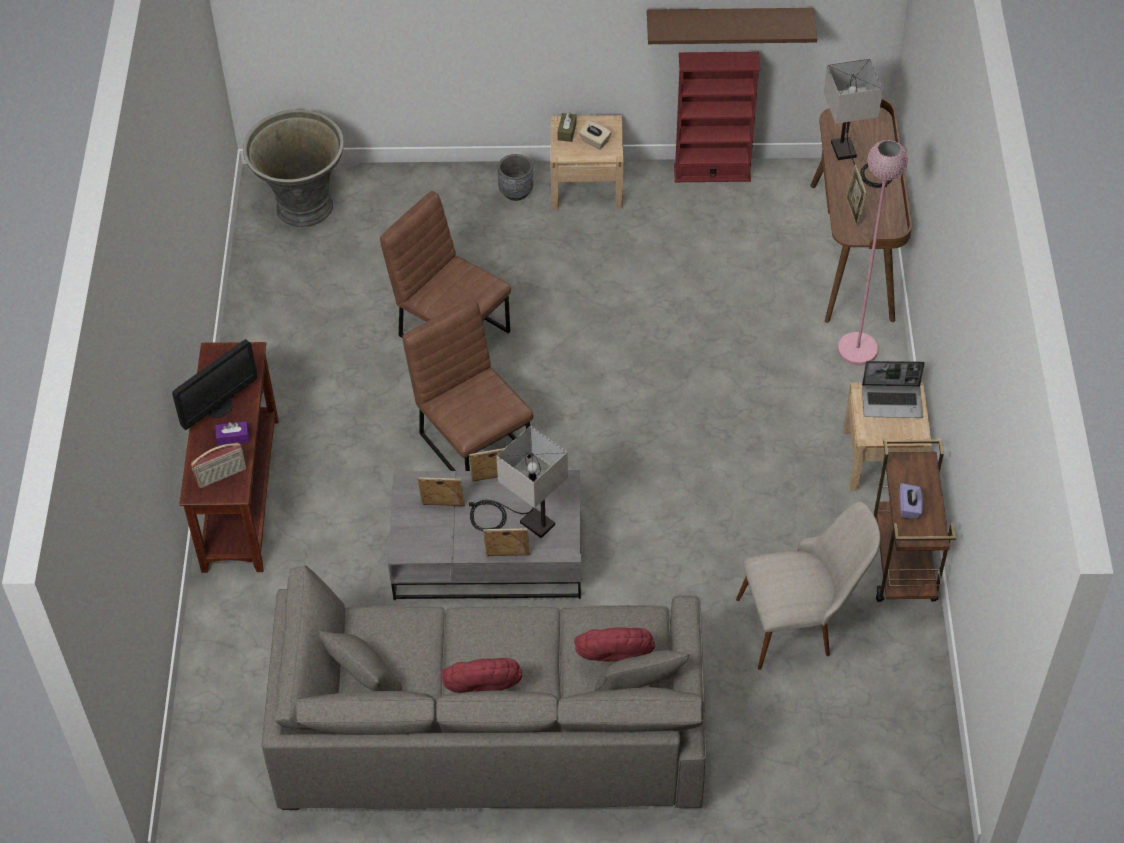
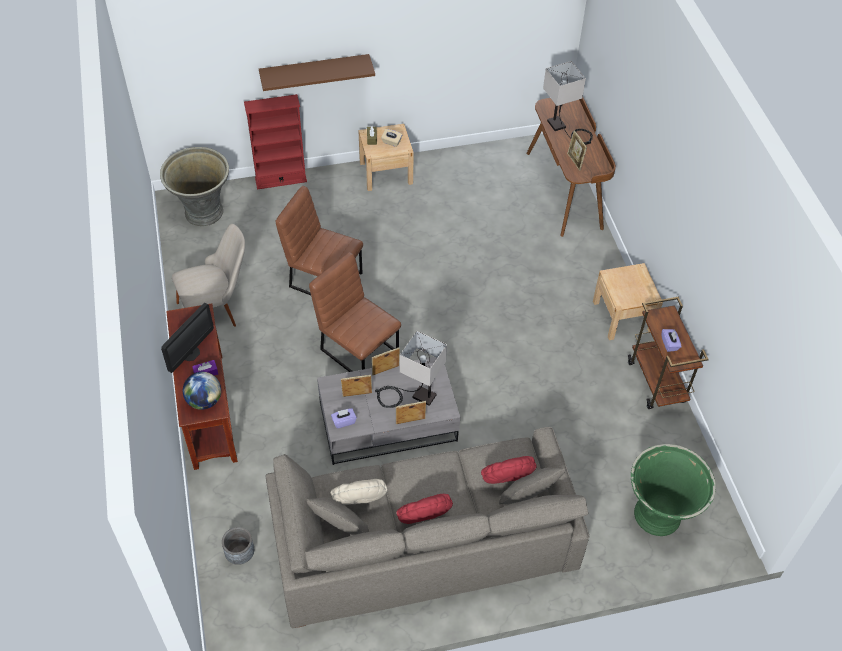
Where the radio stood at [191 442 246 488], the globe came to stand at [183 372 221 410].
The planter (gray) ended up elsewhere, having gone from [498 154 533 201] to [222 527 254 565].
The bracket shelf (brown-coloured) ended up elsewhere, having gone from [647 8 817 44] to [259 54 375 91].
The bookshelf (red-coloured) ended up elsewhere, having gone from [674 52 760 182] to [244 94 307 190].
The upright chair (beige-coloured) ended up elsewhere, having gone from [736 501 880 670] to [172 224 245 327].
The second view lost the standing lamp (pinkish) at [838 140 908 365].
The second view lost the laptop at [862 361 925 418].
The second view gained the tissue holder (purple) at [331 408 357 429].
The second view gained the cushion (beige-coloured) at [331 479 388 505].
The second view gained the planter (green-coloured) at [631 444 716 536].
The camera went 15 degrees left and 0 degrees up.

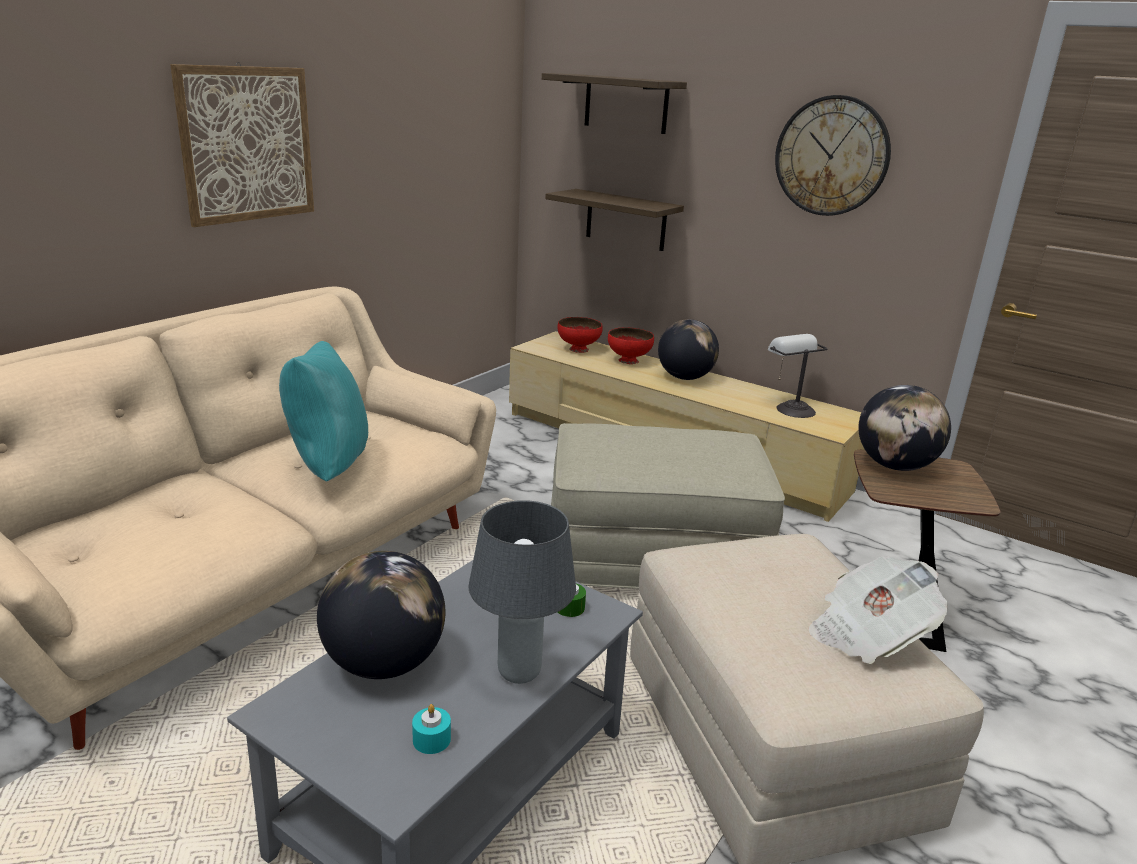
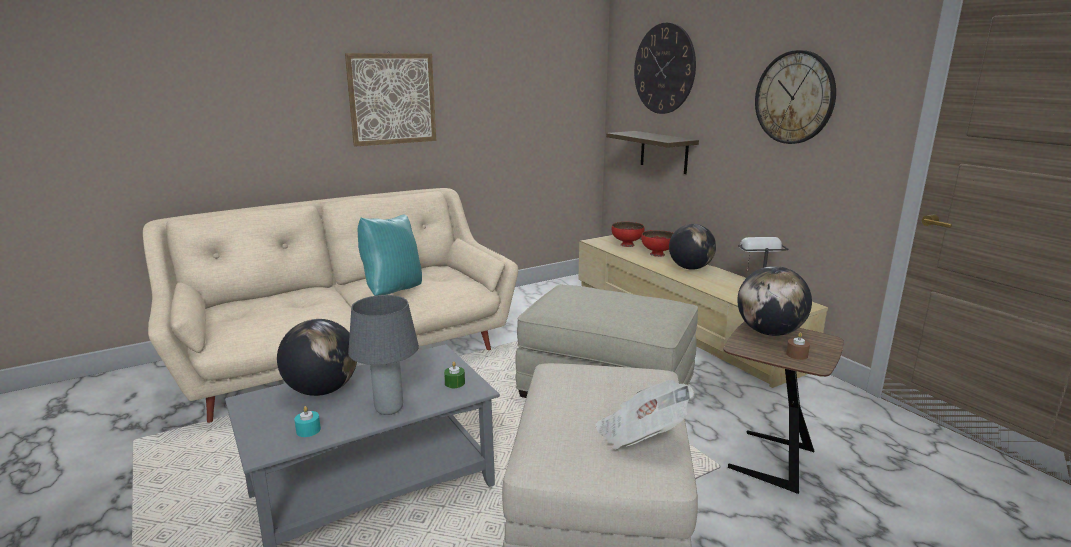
Where the bracket shelf hung at [542 73 687 134], the hanging clock came to hang at [634 23 696 114].
The second view gained the wax candle (brown-coloured) at [786 332 810 360].
The camera went 25 degrees right and 5 degrees down.

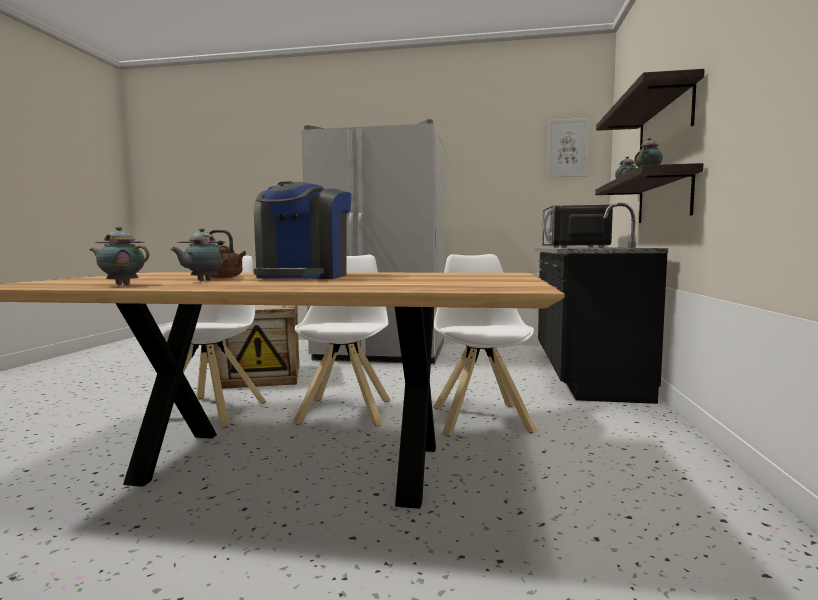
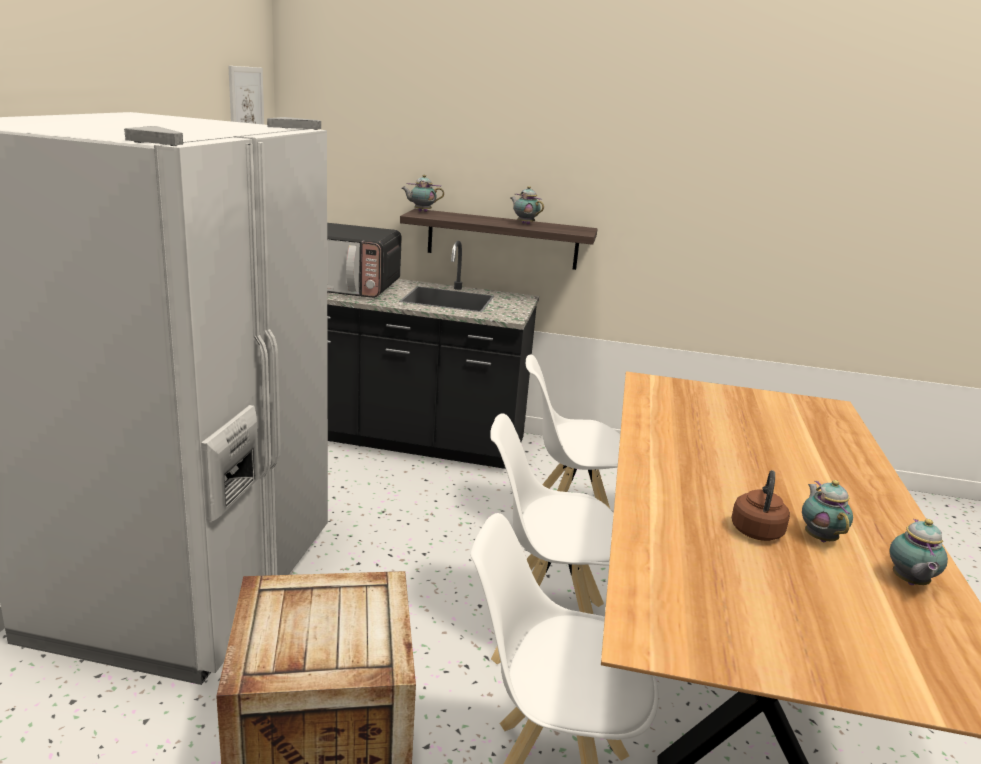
The teapot at [170 228 231 281] ended up facing another way, 135 degrees counterclockwise from before.
The second view lost the coffee brewer at [254 181 351 279].
The second view lost the bracket shelf at [596 69 705 149].
The camera went 90 degrees left and 15 degrees up.

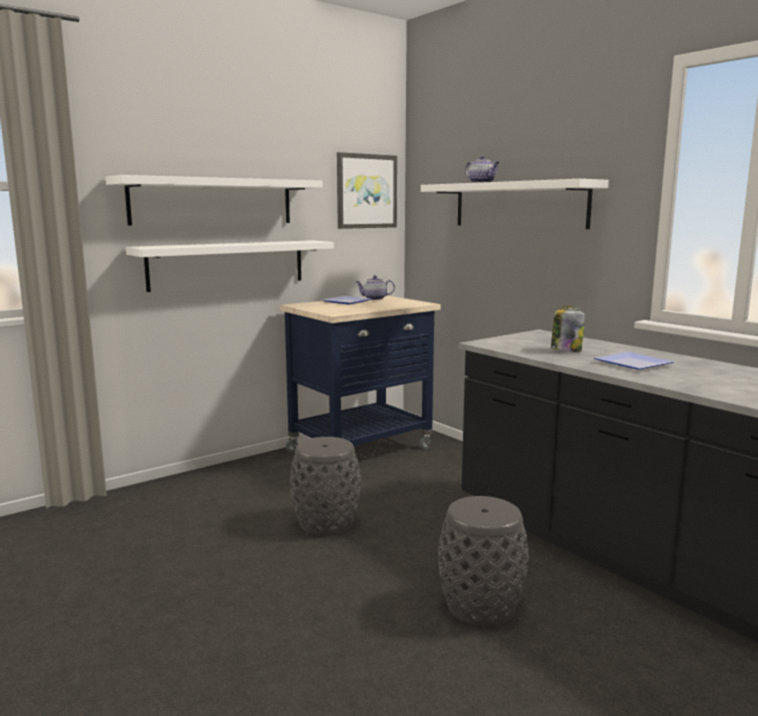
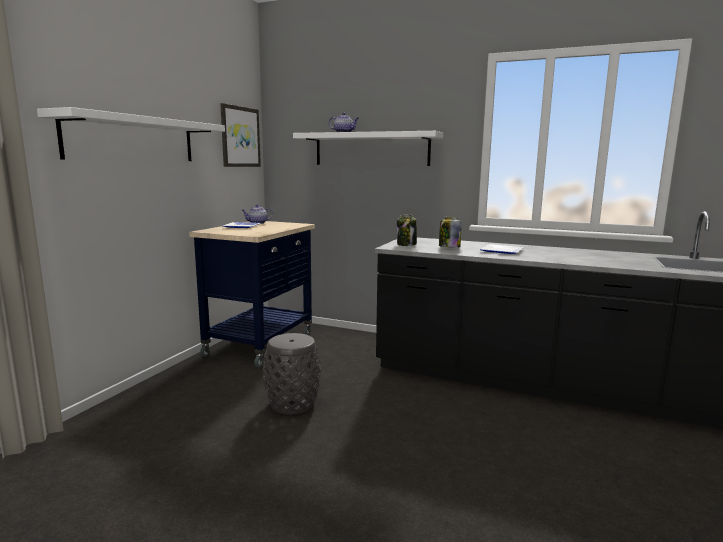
The second view lost the bracket shelf (white-coloured) at [126 240 334 292].
The second view lost the sitting stool (gray) at [438 496 529 626].
The second view gained the preserve jar at [397 214 417 246].
The camera went 30 degrees left and 0 degrees up.

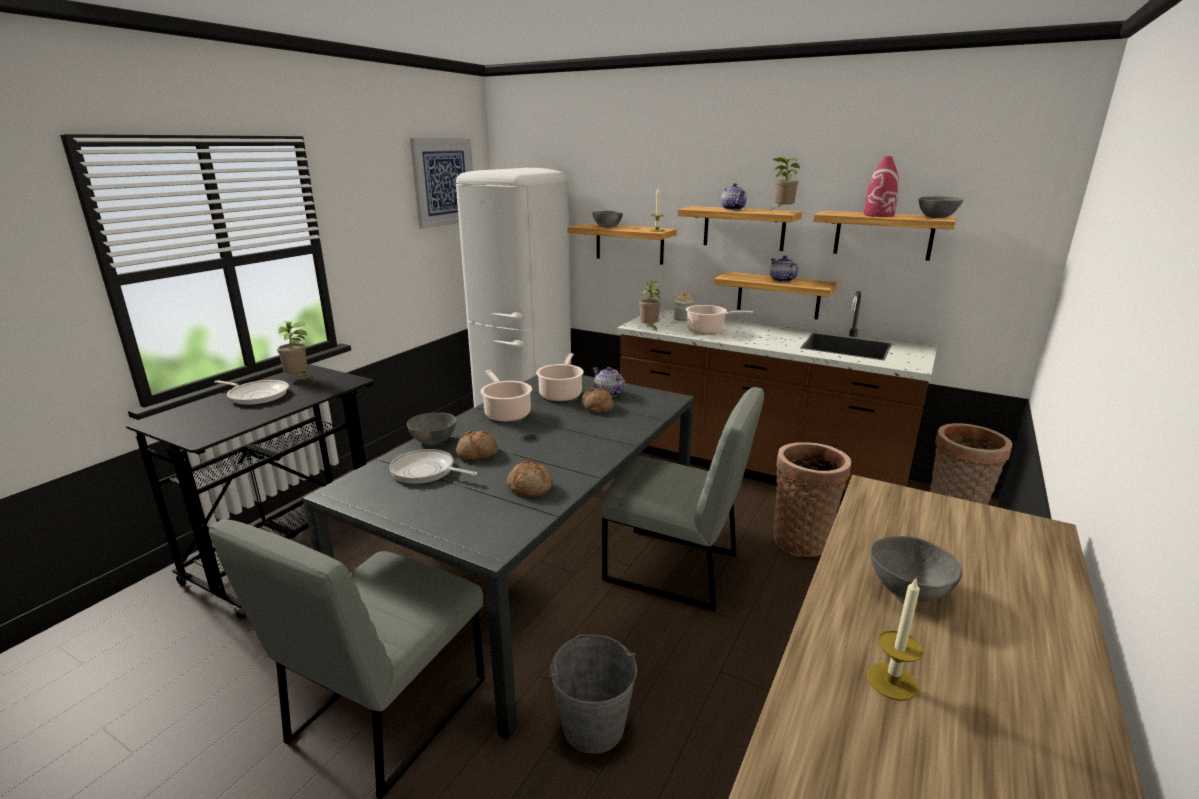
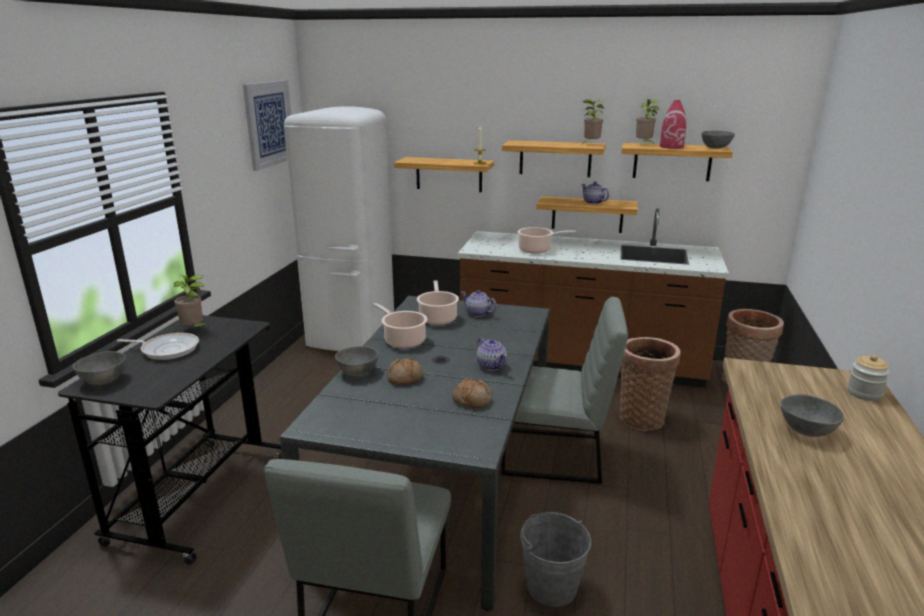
The second view lost the frying pan at [389 449 477 484].
The second view lost the baked bread at [581 387 614 413].
The deep dish (gray) ended up elsewhere, having gone from [592 211 623 228] to [72 351 126 385].
The houseplant ended up elsewhere, having gone from [639 280 660 331] to [636 99 660 144].
The preserve jar ended up elsewhere, having gone from [674 292 695 321] to [847 355 890 401].
The teapot ended up elsewhere, having gone from [721 183 747 210] to [476 338 507 371].
The second view lost the wax candle at [867 577 923 701].
The camera went 15 degrees left and 0 degrees up.

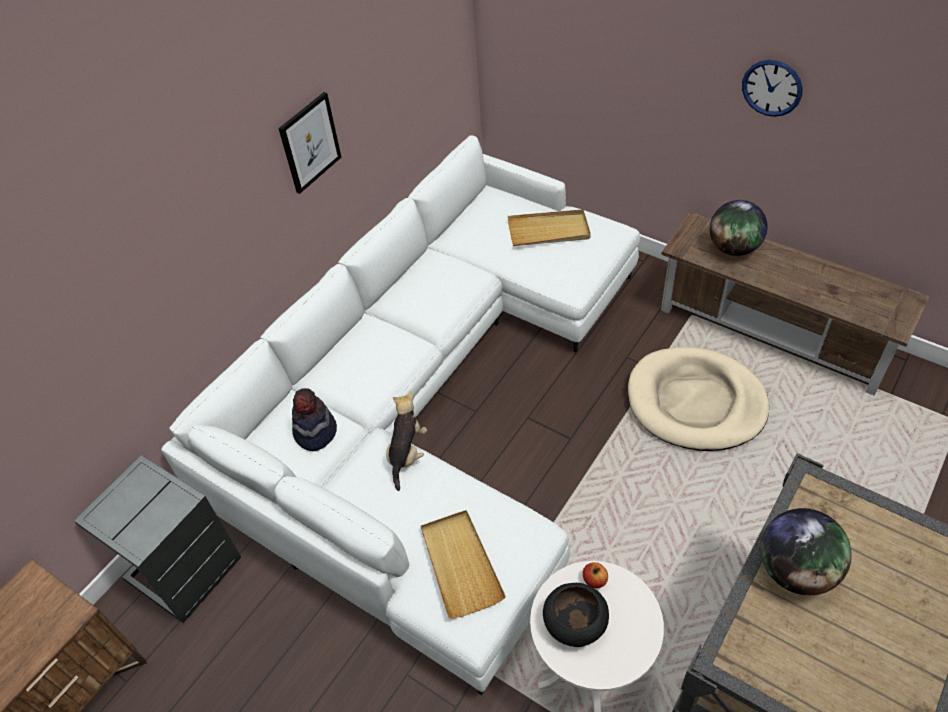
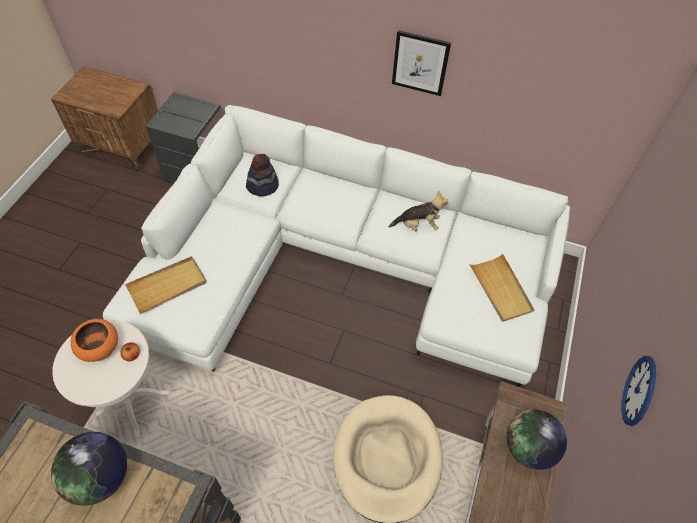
The cuddly toy ended up elsewhere, having gone from [386 391 427 491] to [389 191 448 231].
What was the deep dish (black-coloured) at [543 583 609 647] turned into the deep dish (orange-coloured) at [70 319 118 362].
The camera went 70 degrees right and 5 degrees up.

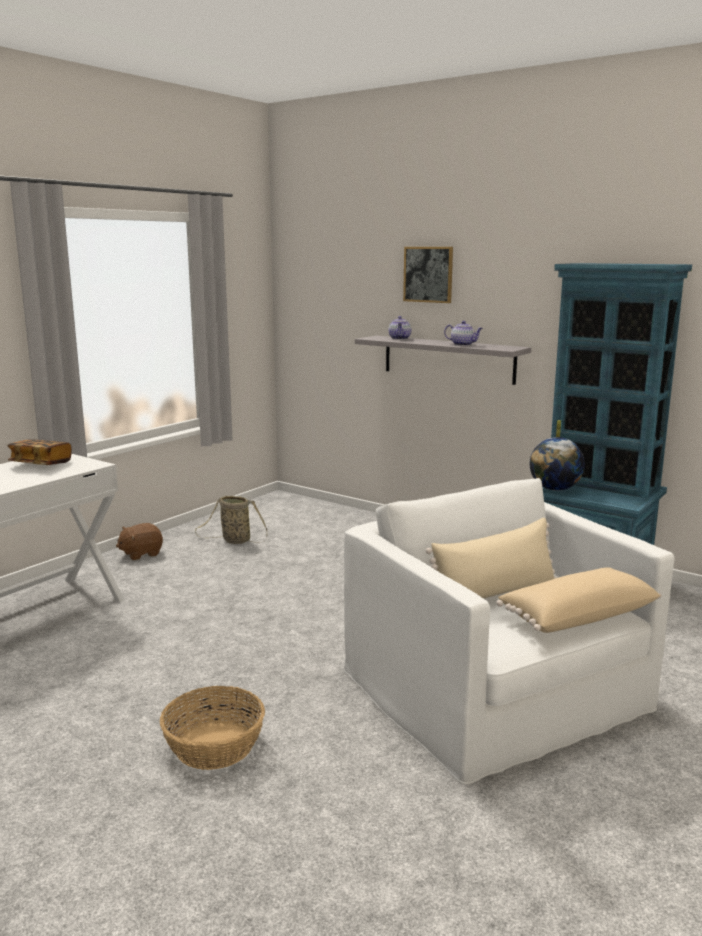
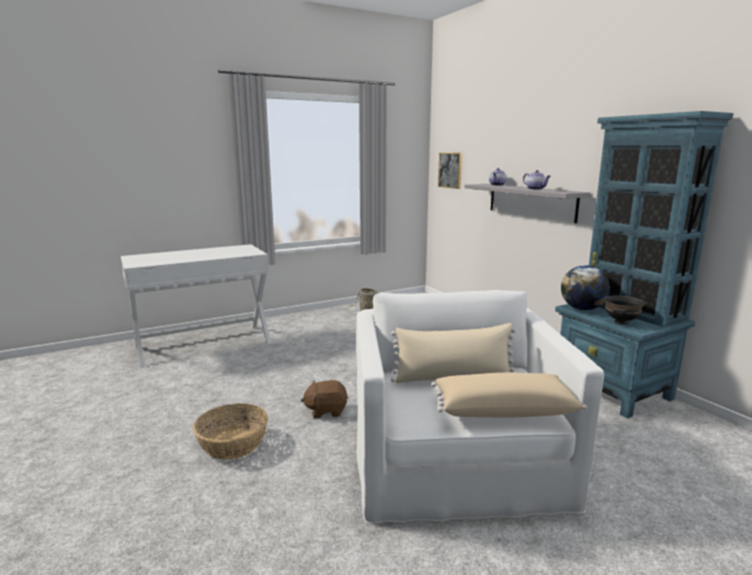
The second view lost the book at [7 439 72 465].
The cuddly toy (brown-coloured) ended up elsewhere, having gone from [116 523 163 560] to [301 380 348 418].
The picture ended up elsewhere, having gone from [403 247 453 303] to [438 153 462 189].
The second view gained the deep dish (black-coloured) at [604 296 645 325].
The camera went 25 degrees right and 0 degrees up.

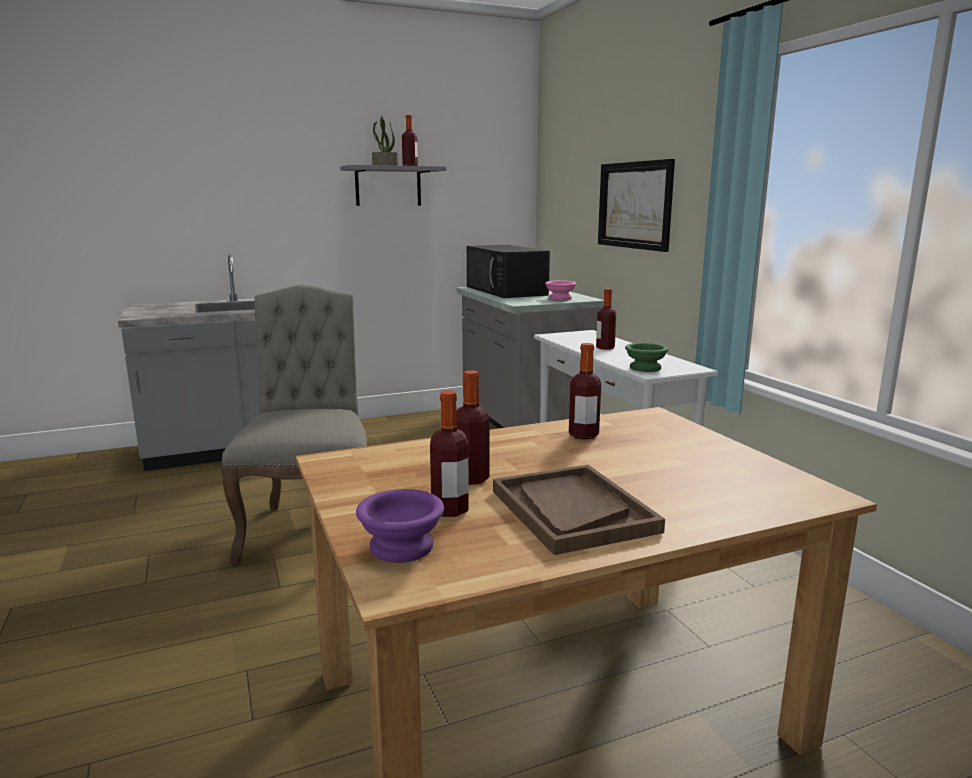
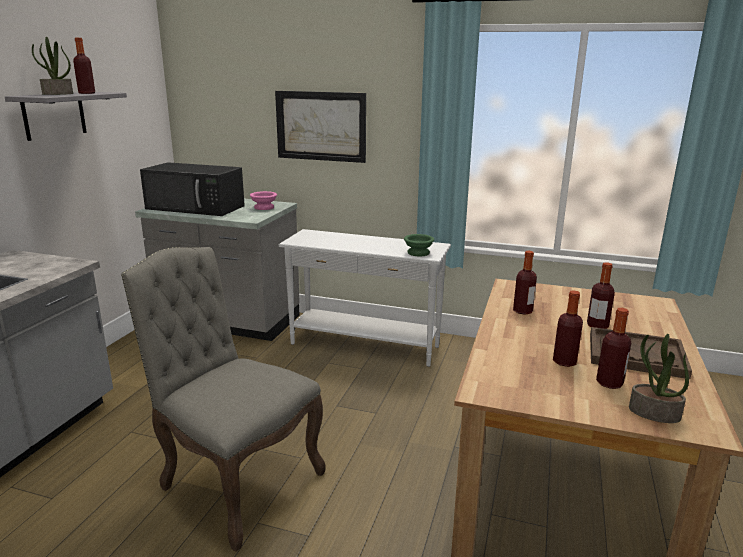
Where the deep dish (purple) stood at [356 489 444 563], the houseplant came to stand at [629 334 689 423].
The beverage bottle ended up elsewhere, having gone from [596 289 617 350] to [587 262 615 329].
The camera went 50 degrees left and 5 degrees up.

